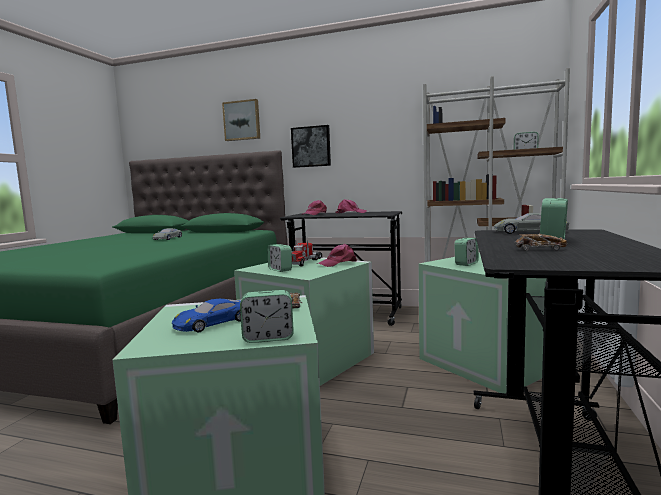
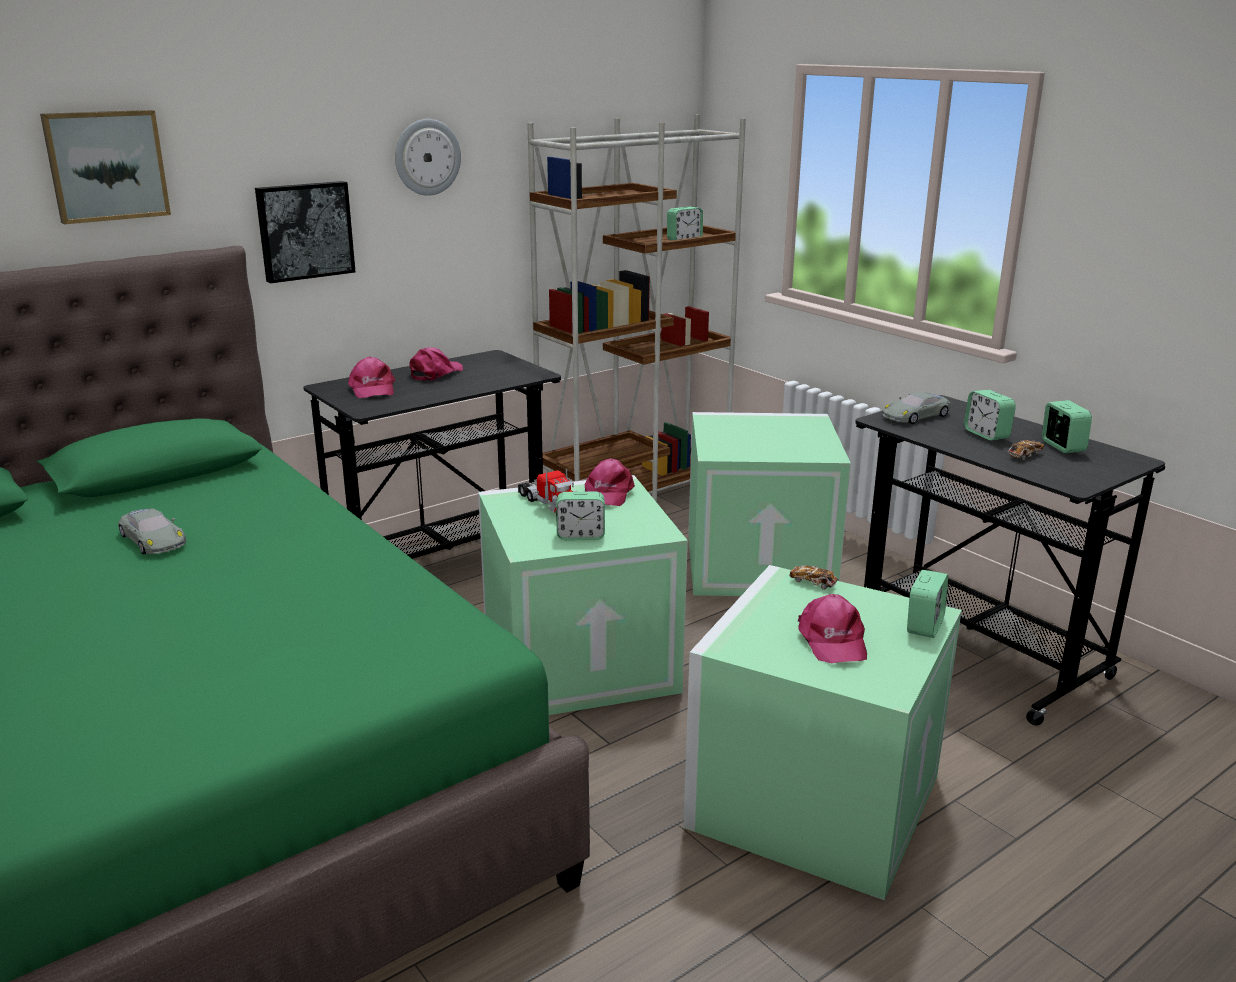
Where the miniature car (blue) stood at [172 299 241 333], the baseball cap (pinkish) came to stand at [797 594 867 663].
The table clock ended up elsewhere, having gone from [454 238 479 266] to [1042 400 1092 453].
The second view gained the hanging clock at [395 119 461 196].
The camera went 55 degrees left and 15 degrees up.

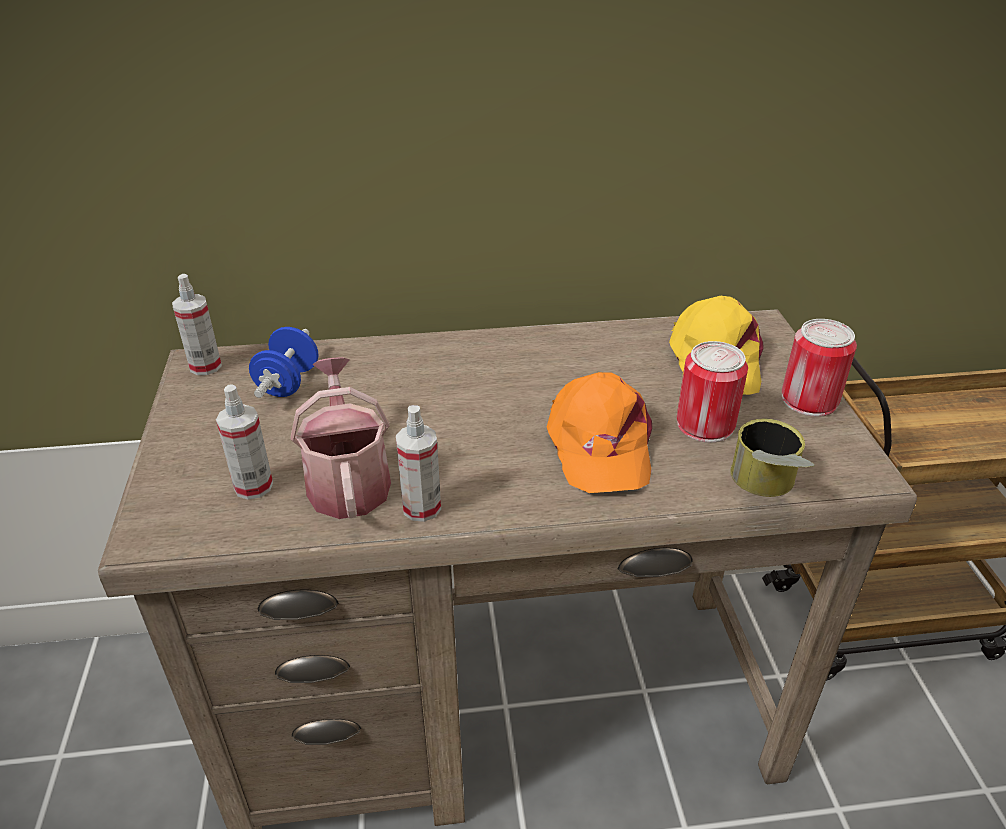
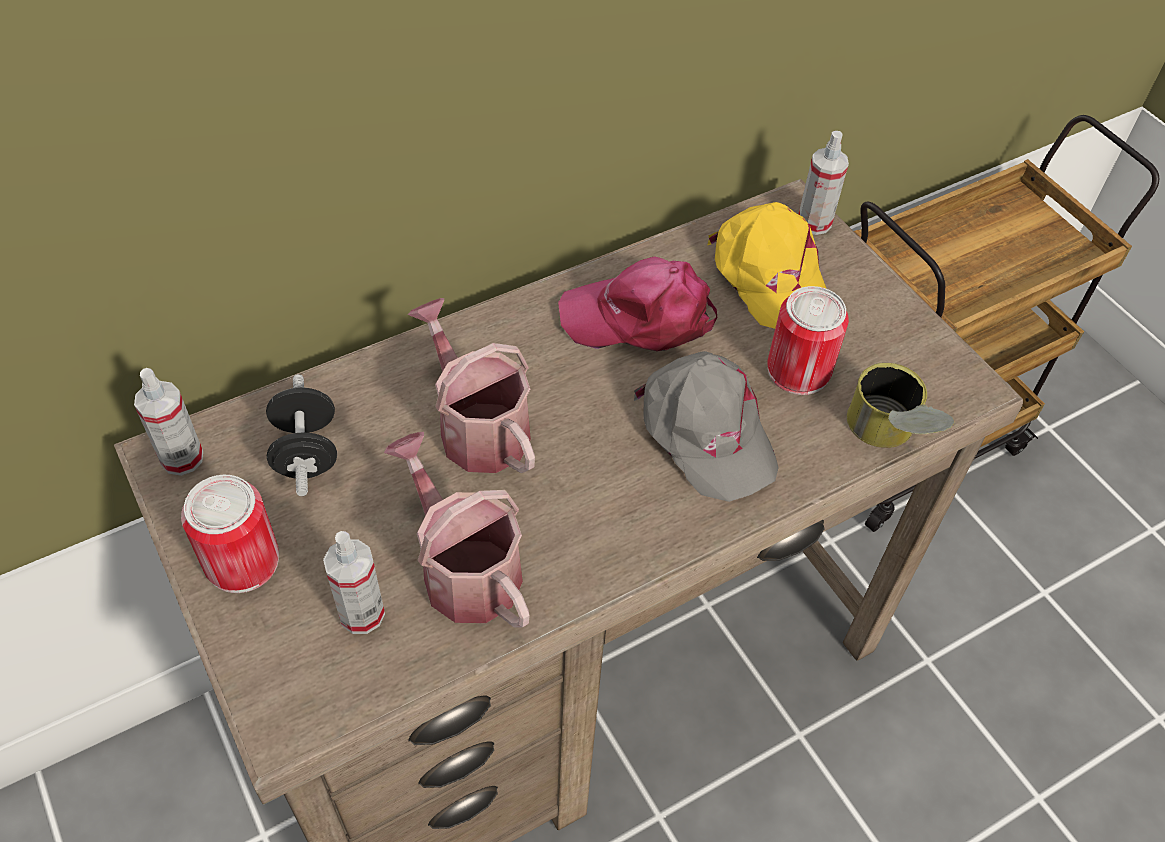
What was the hand weight (blue) at [249 327 318 398] turned into the hand weight (black-coloured) at [266 374 337 496].
The sprayer ended up elsewhere, having gone from [396 405 441 522] to [799 131 849 235].
What was the baseball cap (orange-coloured) at [547 372 652 493] turned into the baseball cap (gray) at [634 351 779 502].
The can ended up elsewhere, having gone from [782 319 857 417] to [181 475 279 593].
The second view gained the sprinkling can at [408 298 535 473].
The second view gained the baseball cap (pinkish) at [558 256 717 351].
The camera went 25 degrees left and 15 degrees up.

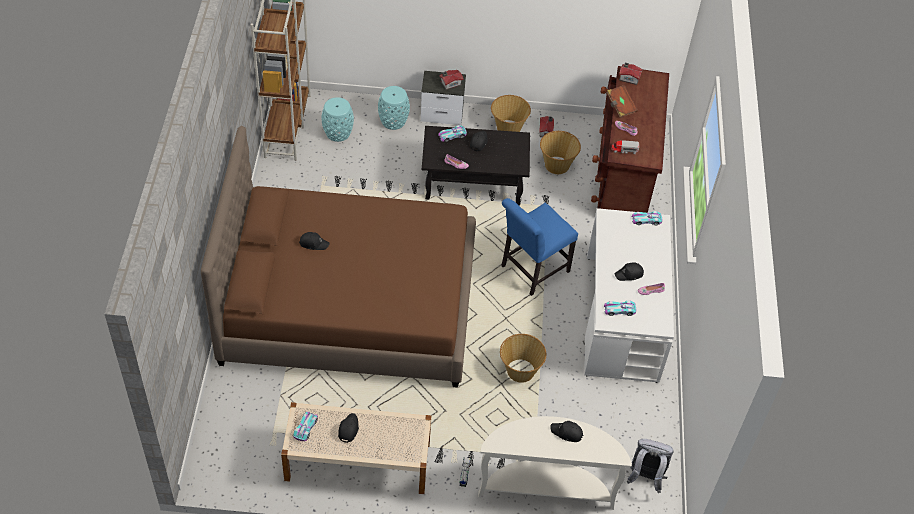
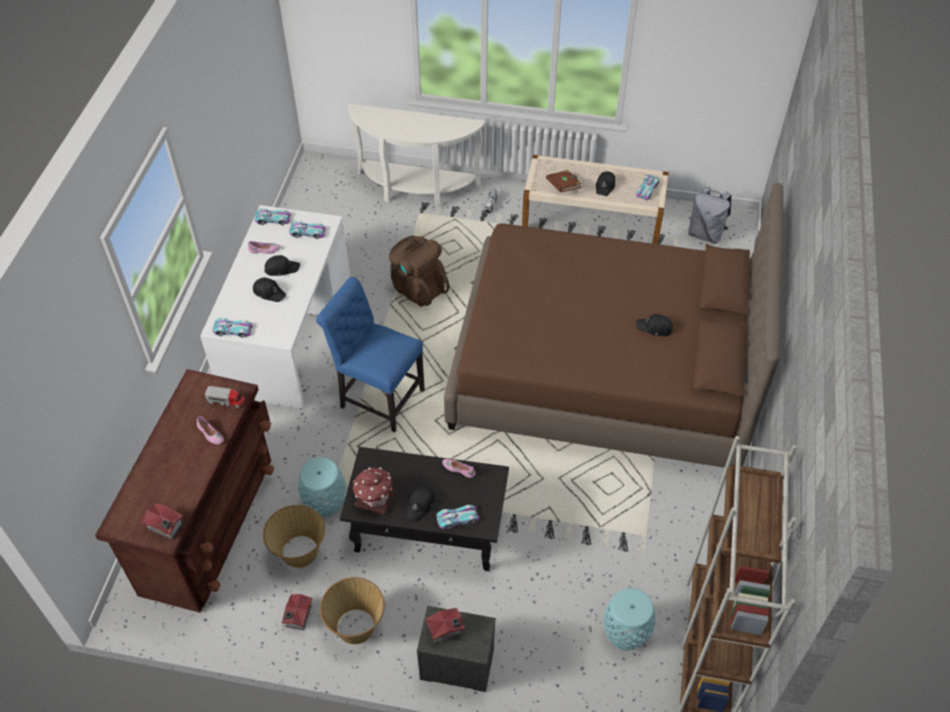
The sitting stool (blue-green) ended up elsewhere, having gone from [378 86 410 130] to [298 457 346 517].
Where the basket stood at [500 334 546 383], the backpack (brown-coloured) came to stand at [389 236 449 307].
The upright chair (blue) at [501 198 578 296] ended up facing another way, 120 degrees counterclockwise from before.
The baseball cap (black-coloured) ended up elsewhere, having gone from [550 421 583 442] to [253 278 286 302].
The book (brown-coloured) ended up elsewhere, having gone from [606 85 638 118] to [546 169 582 193].
The backpack (gray) ended up elsewhere, having gone from [627 439 674 493] to [688 187 732 243].
The second view gained the miniature car at [255 208 291 225].
The second view gained the toy house at [353 467 396 515].
The camera went 170 degrees left and 0 degrees up.

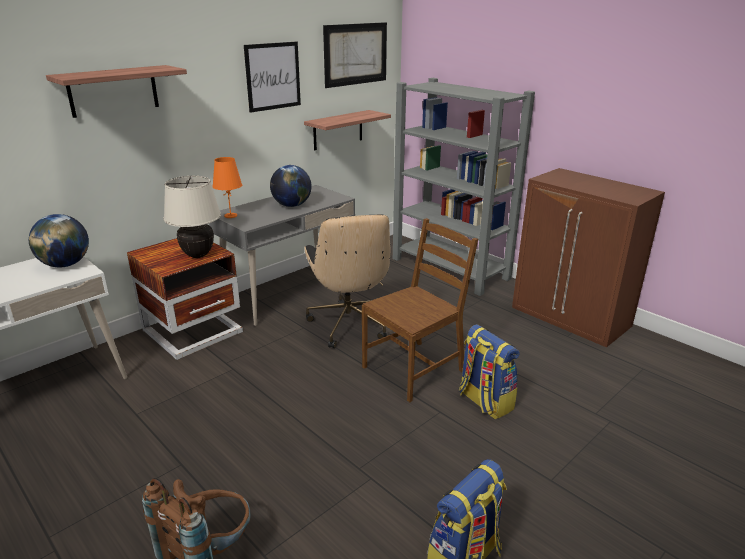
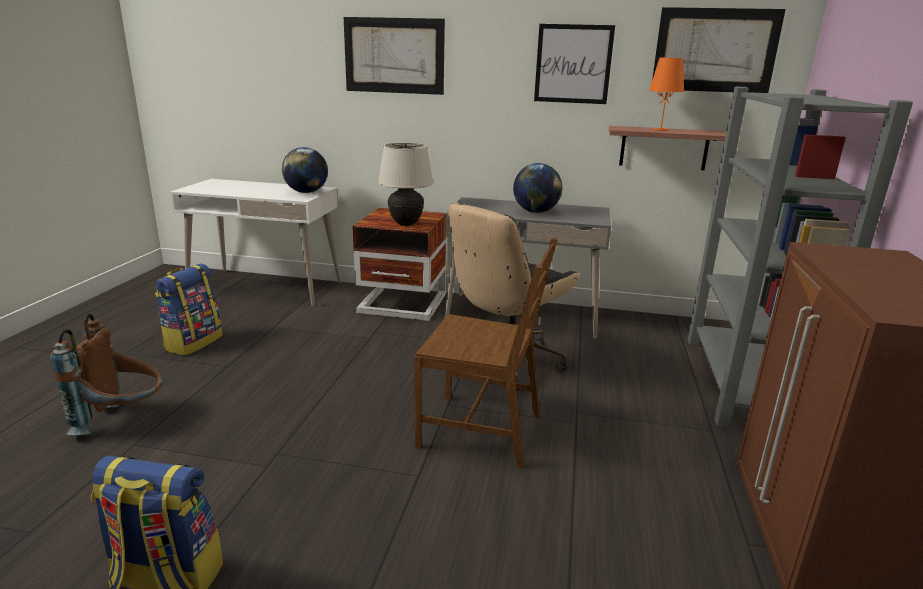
Where the bracket shelf hung at [46 65 187 118], the picture came to hang at [344 17 445 95].
The lamp for a table (orange-coloured) ended up elsewhere, having gone from [212 157 242 218] to [649 58 684 131].
The backpack ended up elsewhere, having gone from [459 324 520 420] to [155 263 223 356].
The camera went 55 degrees right and 5 degrees down.

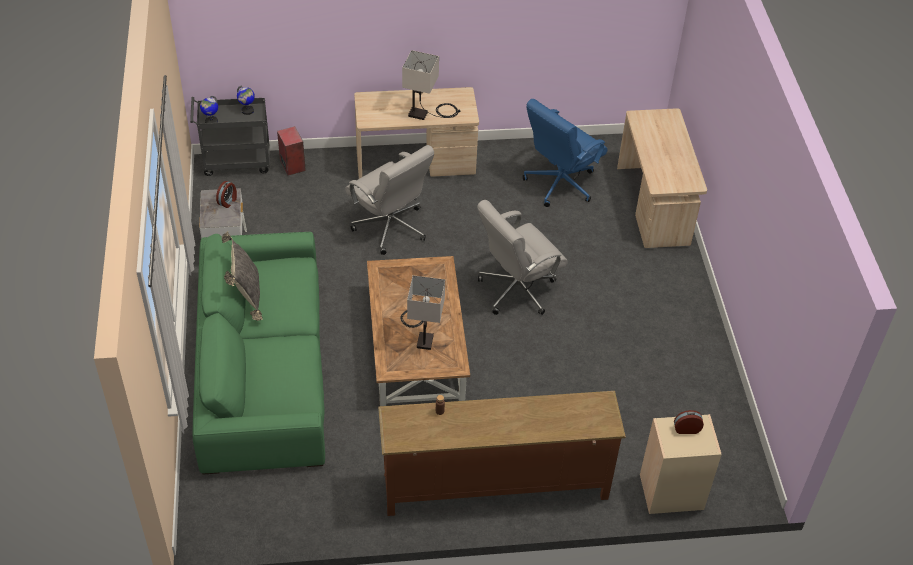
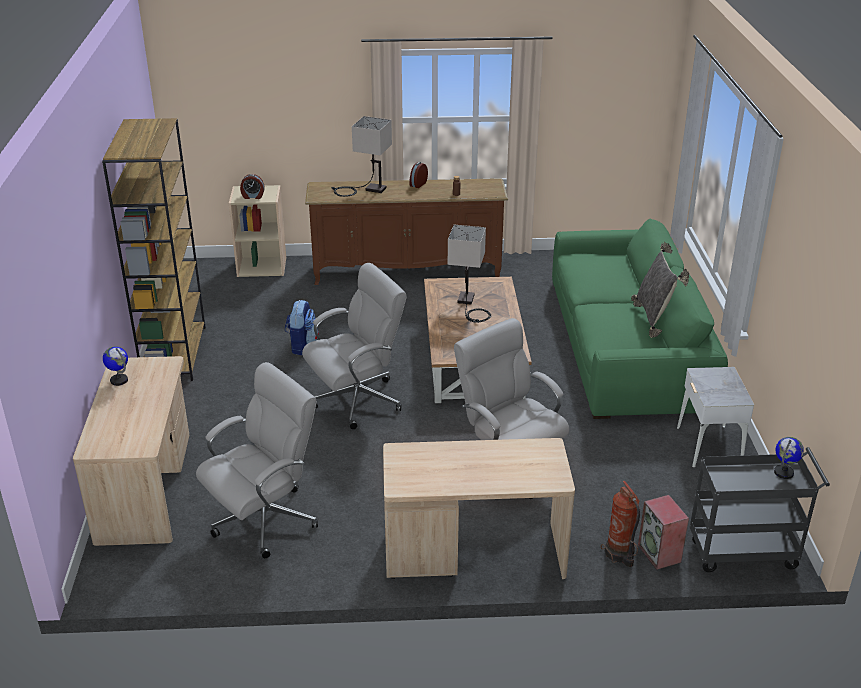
The table clock ended up elsewhere, having gone from [216 181 237 208] to [409 162 428 188].
The globe ended up elsewhere, having gone from [237 86 255 115] to [103 346 128 386].
The lamp for a table ended up elsewhere, having gone from [402 50 460 120] to [332 116 392 197].
What was the office chair (blue) at [523 99 608 207] turned into the office chair (gray) at [196 362 318 558].
The second view gained the bookshelf (brown-coloured) at [102 118 206 381].
The second view gained the backpack at [285 300 319 355].
The second view gained the fire-fighting cylinder at [601 481 640 567].
The camera went 175 degrees left and 15 degrees down.

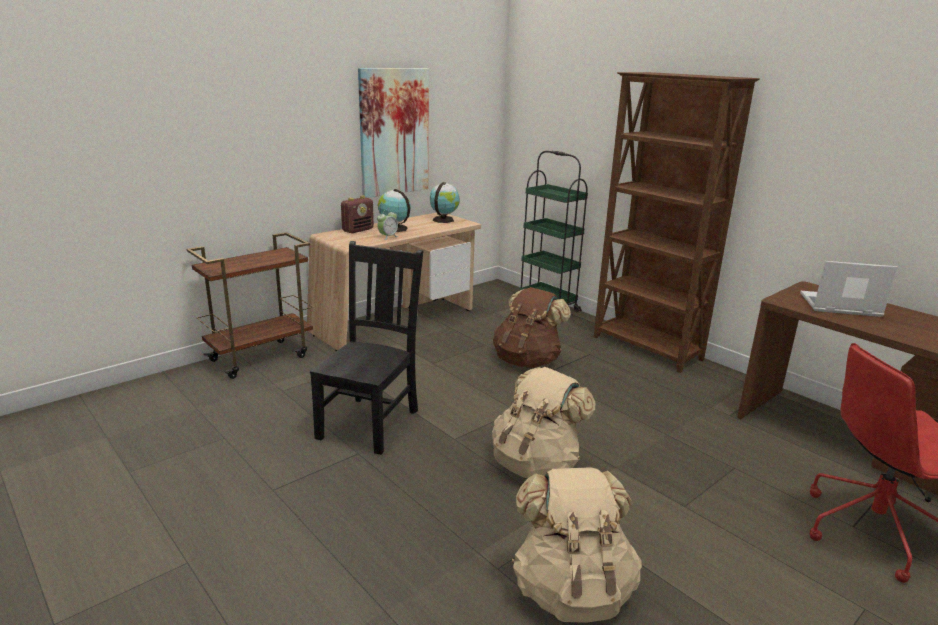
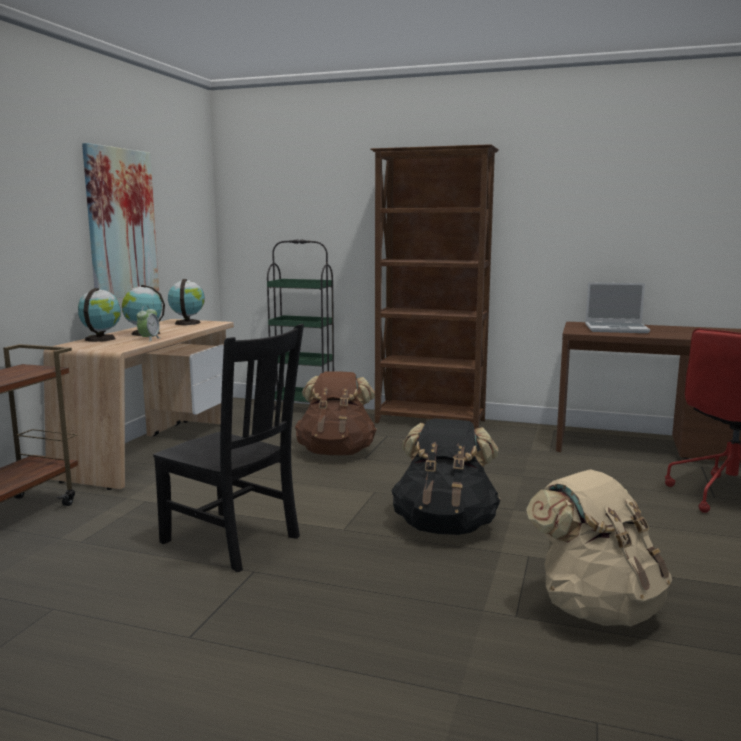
The upright chair (black-coloured) at [310 241 423 455] ended up facing another way, 135 degrees clockwise from before.
Where the radio stood at [341 196 374 233], the globe came to stand at [78 288 121 342].
What was the backpack (beige-coloured) at [492 367 595 478] turned into the backpack (black-coloured) at [391 418 500 535].
The laptop at [800 261 898 317] ended up facing another way, 150 degrees counterclockwise from before.
The camera went 30 degrees left and 10 degrees down.

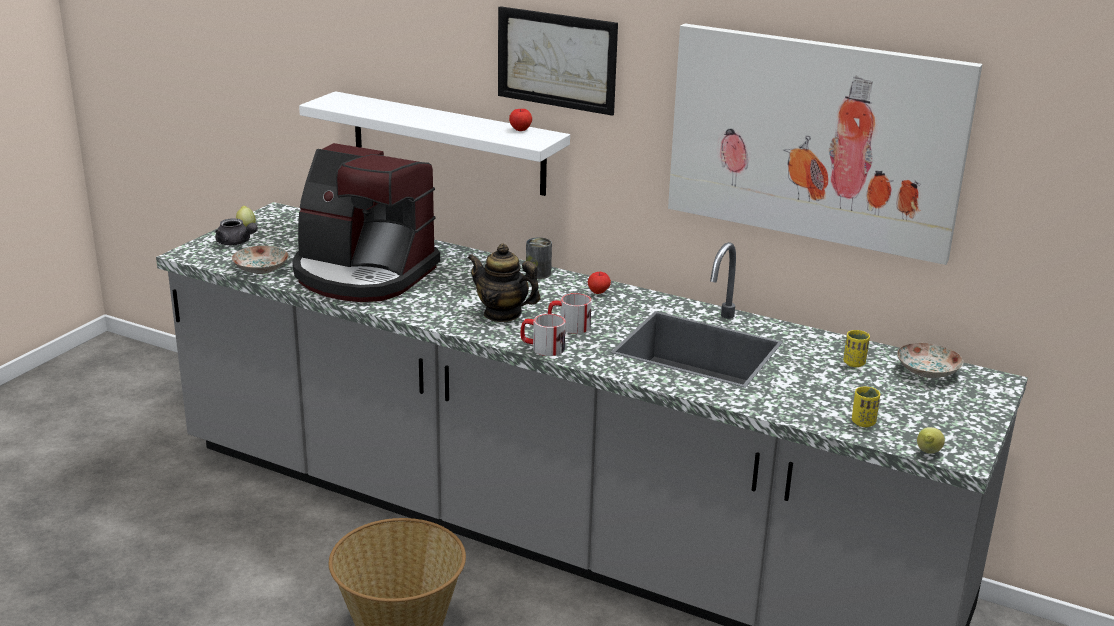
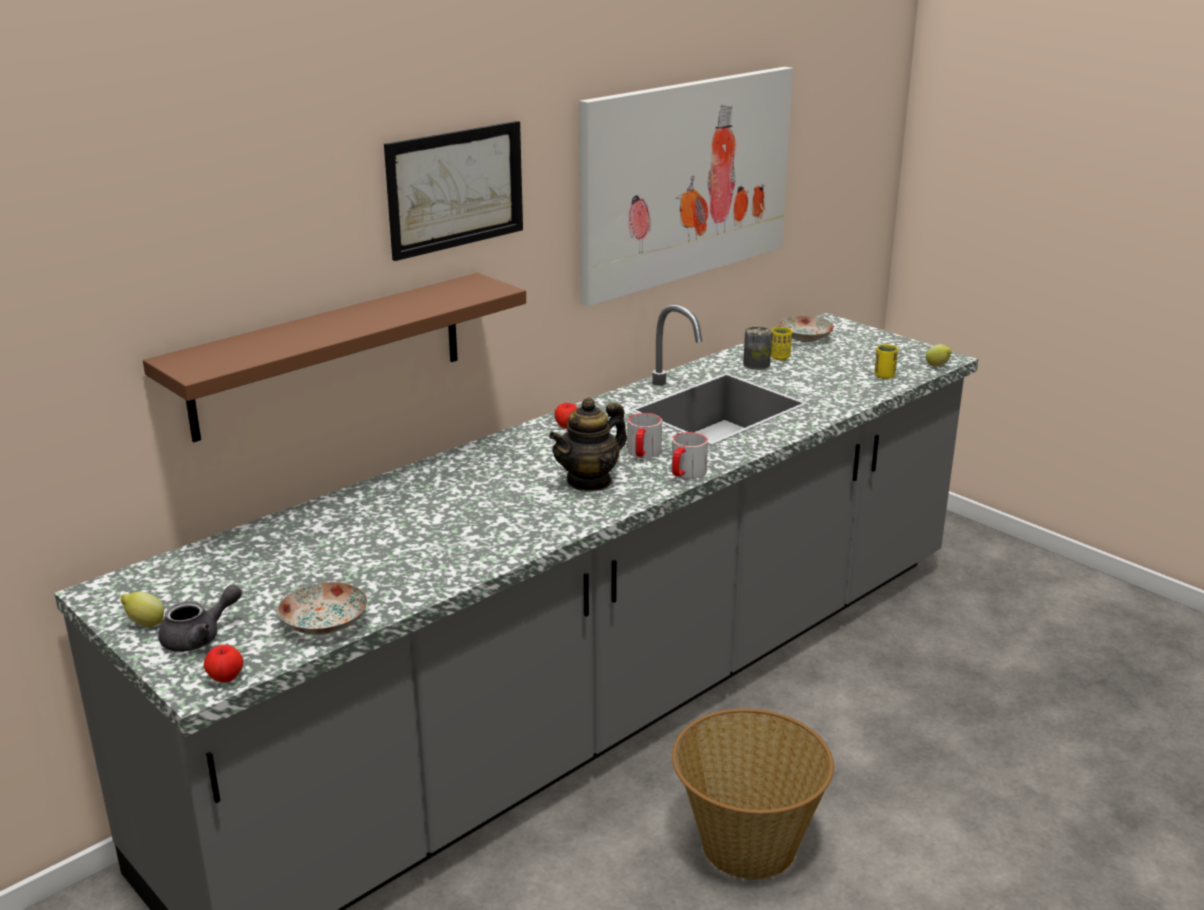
The second view lost the coffee brewer at [292 143 440 302].
What was the bracket shelf (white-coloured) at [299 91 570 196] turned into the bracket shelf (brown-coloured) at [143 273 526 442].
The apple fruit ended up elsewhere, having gone from [509 109 532 131] to [204 645 243 682].
The can ended up elsewhere, having gone from [526 237 552 279] to [743 327 772 370].
The camera went 70 degrees left and 0 degrees up.

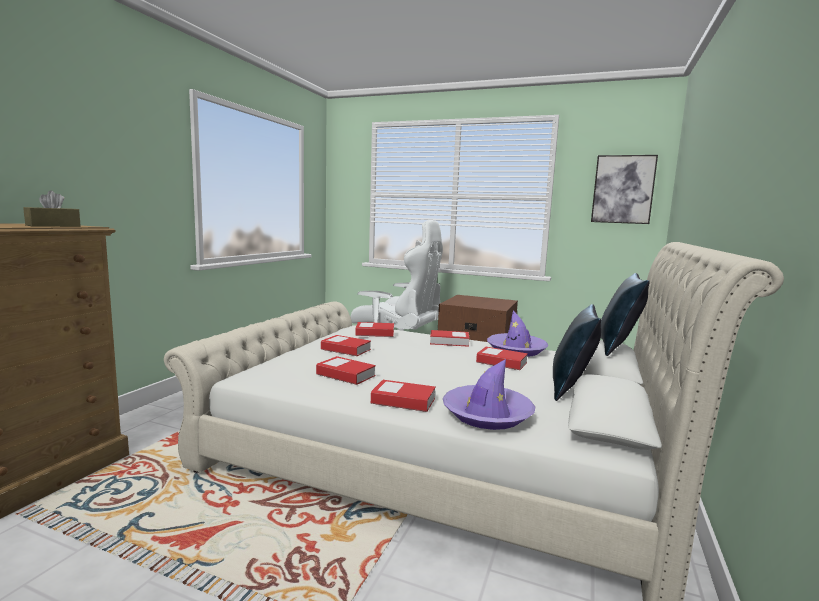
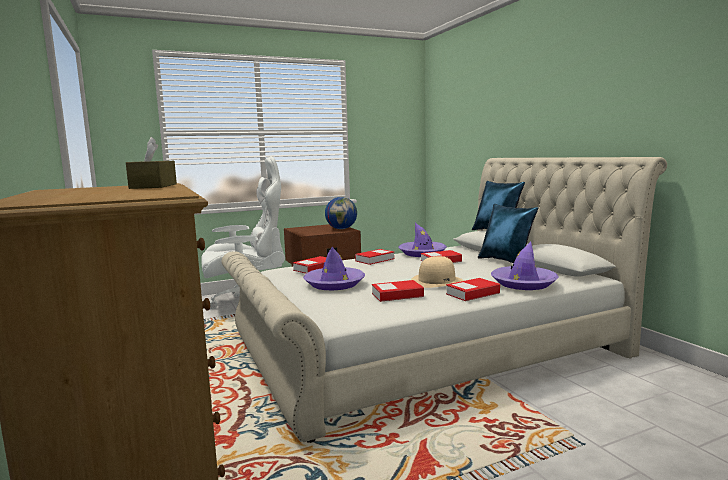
Where the book stood at [321 335 371 356], the wearable hat (purple) came to stand at [303 247 365 290].
The second view lost the picture at [591 155 658 224].
The second view gained the globe at [325 197 357 229].
The second view gained the wearable hat (beige-coloured) at [411 256 464 288].
The camera went 45 degrees left and 0 degrees up.

